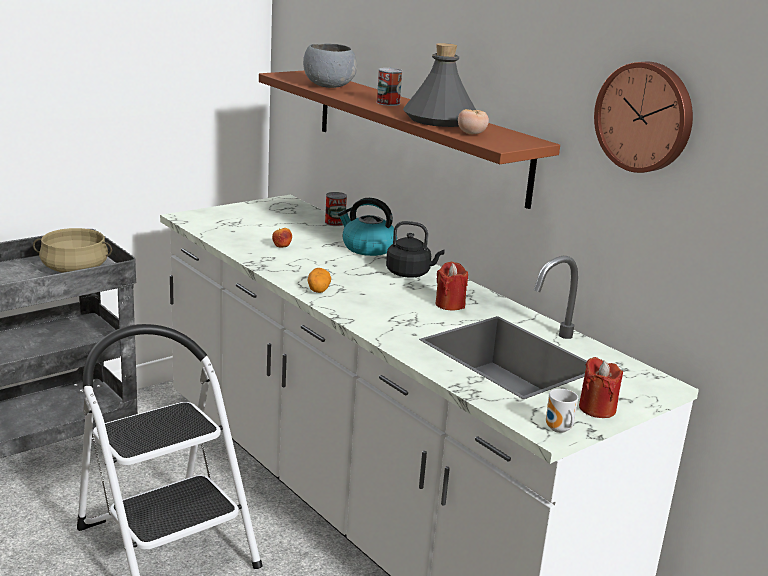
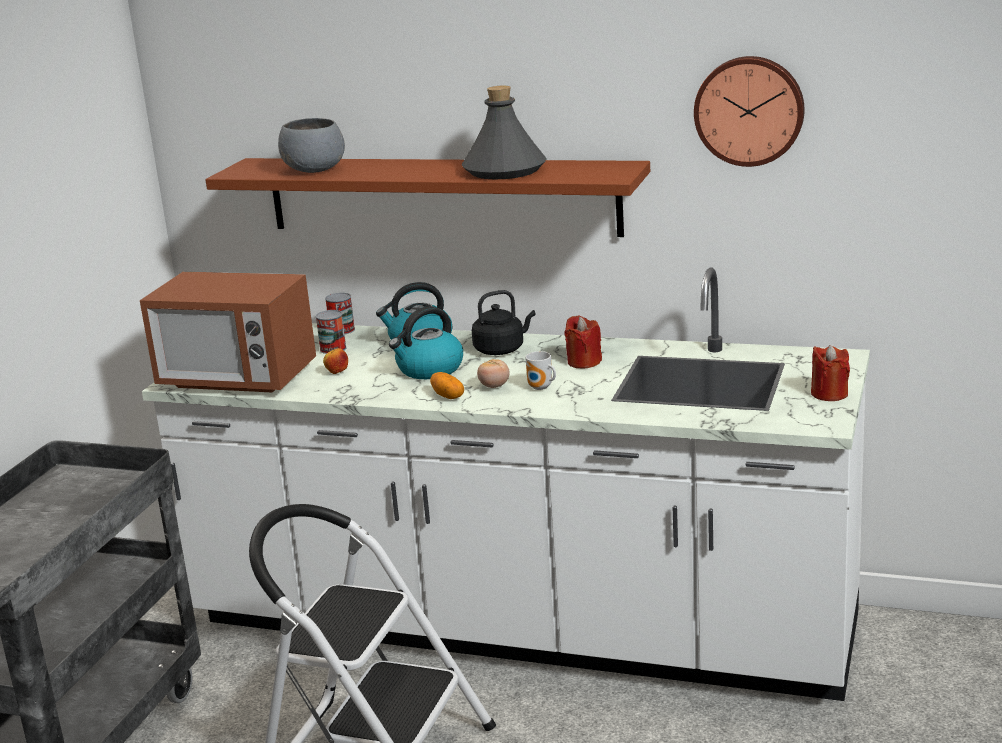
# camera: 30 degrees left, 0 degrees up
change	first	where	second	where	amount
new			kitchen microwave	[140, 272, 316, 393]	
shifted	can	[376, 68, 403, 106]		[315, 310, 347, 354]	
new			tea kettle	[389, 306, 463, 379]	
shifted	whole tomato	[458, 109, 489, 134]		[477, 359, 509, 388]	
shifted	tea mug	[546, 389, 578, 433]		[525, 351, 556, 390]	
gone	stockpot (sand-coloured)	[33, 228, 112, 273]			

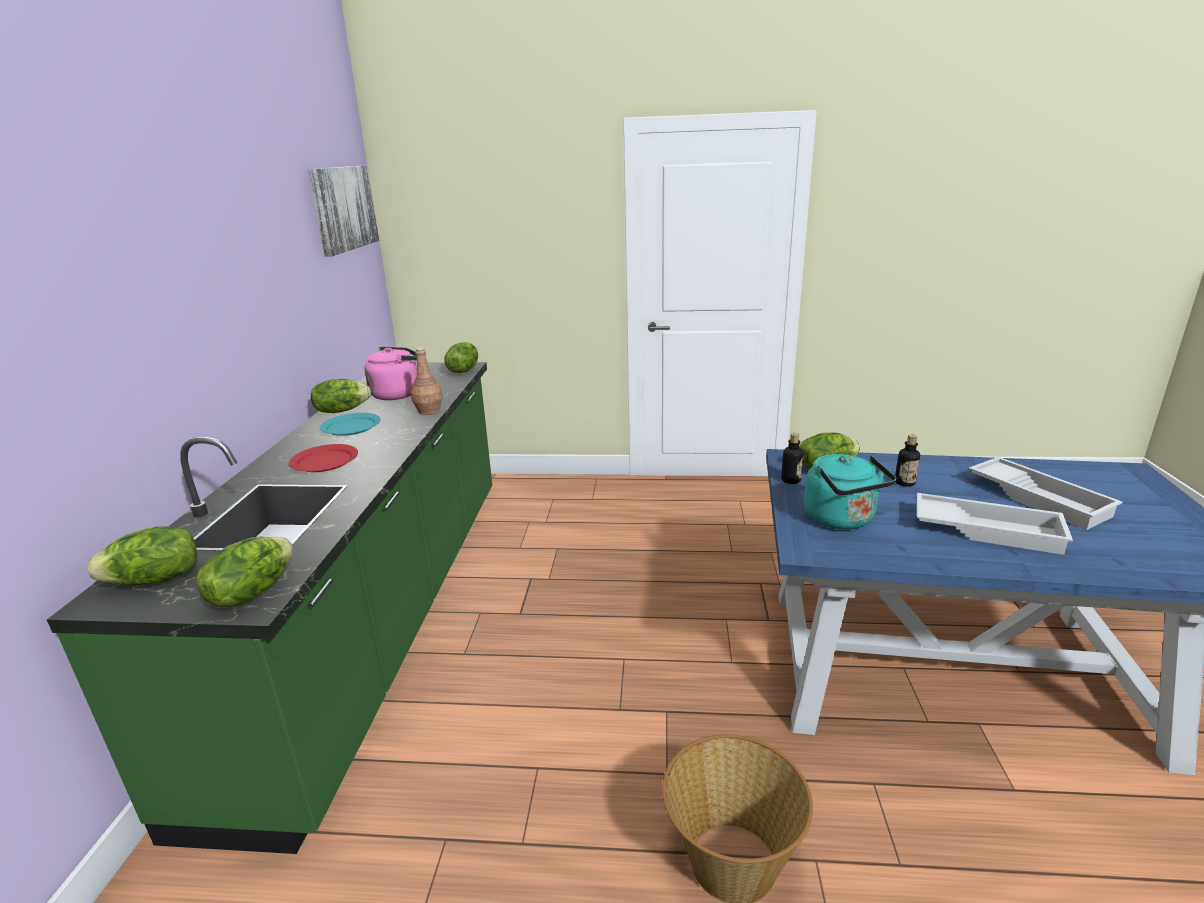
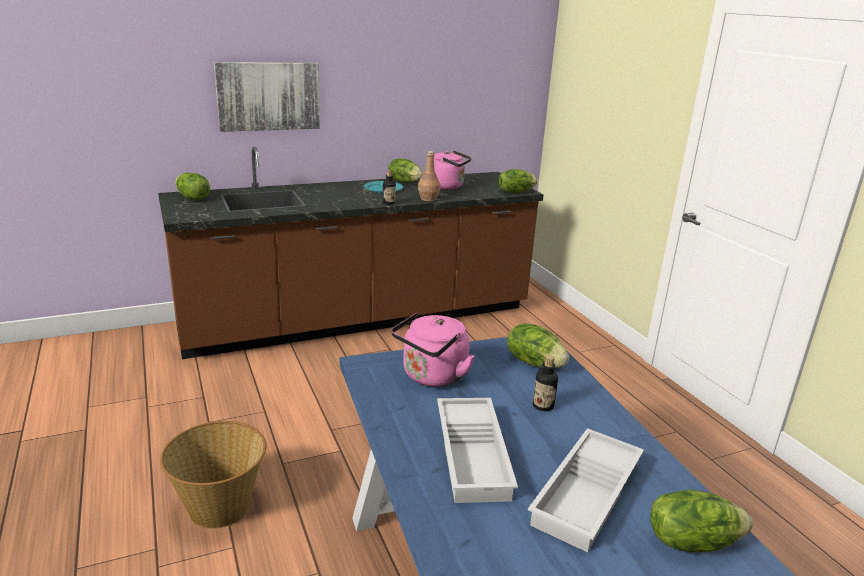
# camera: 60 degrees right, 0 degrees up
change	first	where	second	where	amount
repainted	counter (greenish)	[47, 362, 492, 854]	counter (brownish)	[158, 147, 544, 359]	
shifted	picture	[308, 165, 379, 257]		[214, 62, 320, 132]	
shifted	drink bottle	[781, 433, 804, 484]		[383, 170, 396, 205]	
repainted	tea kettle (turquoise-coloured)	[804, 454, 896, 529]	tea kettle (pink)	[391, 312, 475, 387]	
shifted	lettuce head	[196, 536, 293, 607]		[650, 490, 753, 552]	
gone	dinner plate (red-coloured)	[289, 444, 358, 472]			

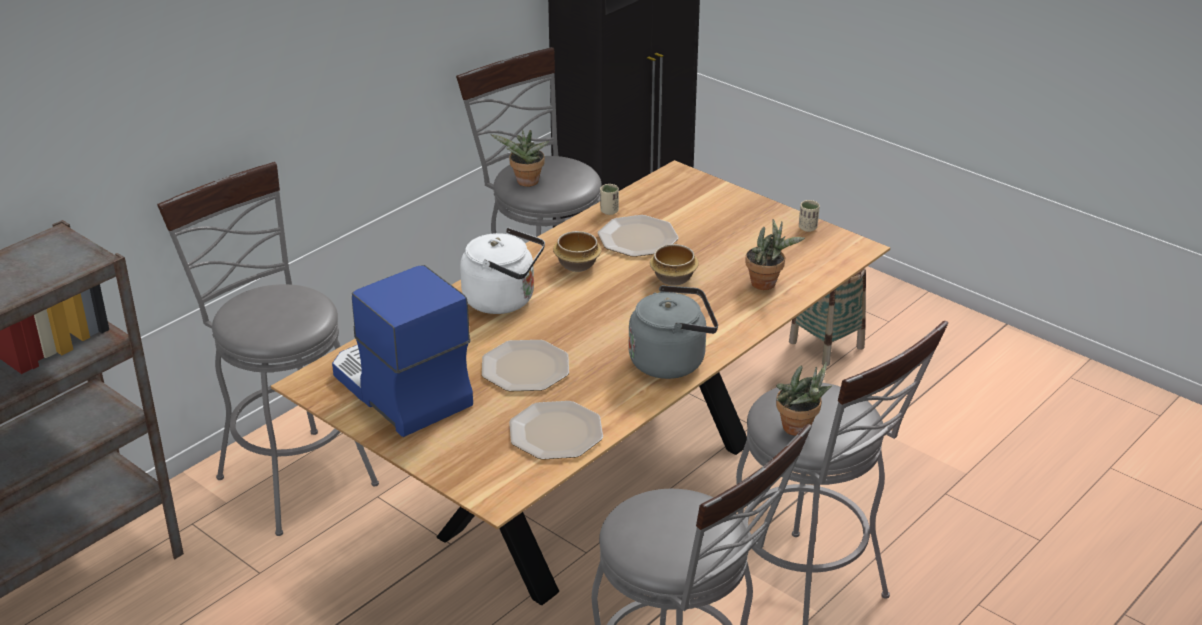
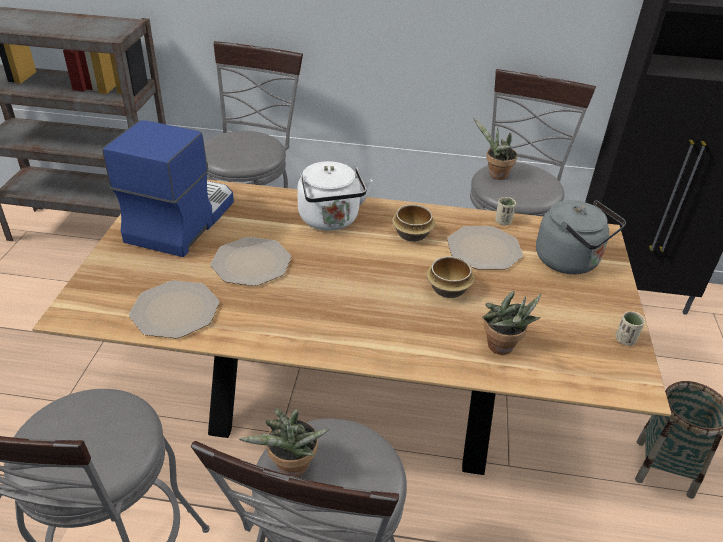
# camera: 55 degrees right, 5 degrees up
change	first	where	second	where	amount
shifted	tea kettle (gray)	[629, 285, 718, 379]		[536, 200, 626, 274]	

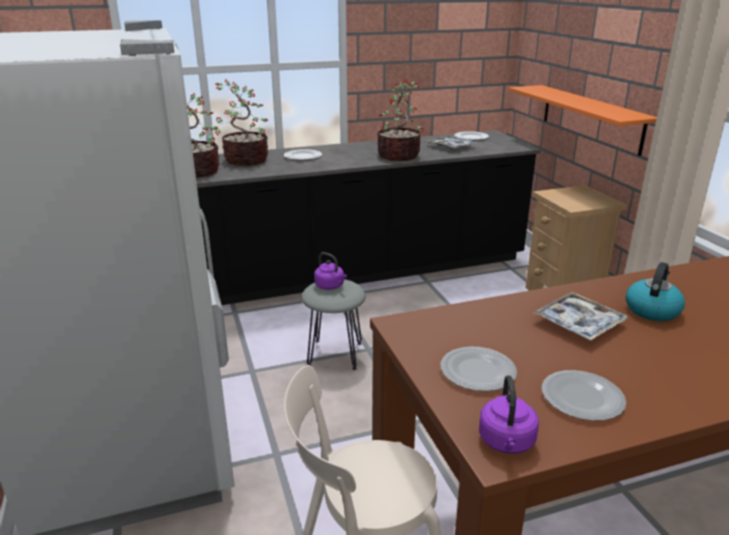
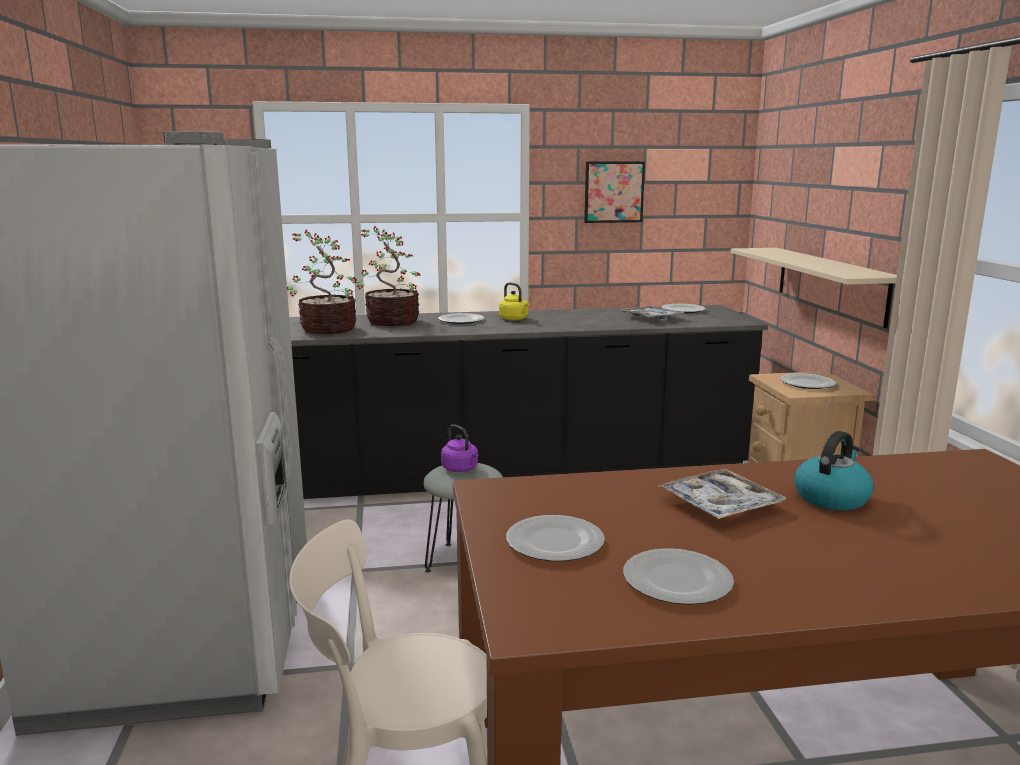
# camera: 10 degrees right, 10 degrees down
change	first	where	second	where	amount
new			tea kettle (yellow)	[499, 282, 530, 321]	
new			picture	[584, 161, 645, 223]	
repainted	wall shelf (orange-coloured)	[508, 85, 657, 156]	wall shelf (sand-coloured)	[731, 248, 897, 328]	
new			dinner plate	[780, 373, 836, 389]	
gone	houseplant	[377, 79, 424, 161]			
gone	tea kettle (purple)	[479, 375, 539, 454]			

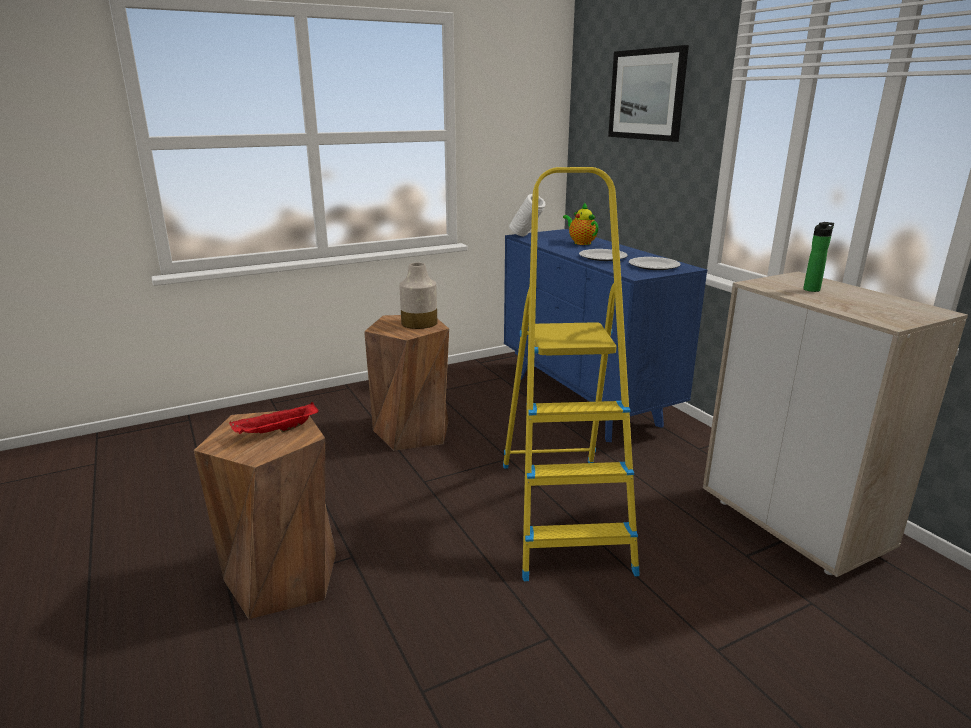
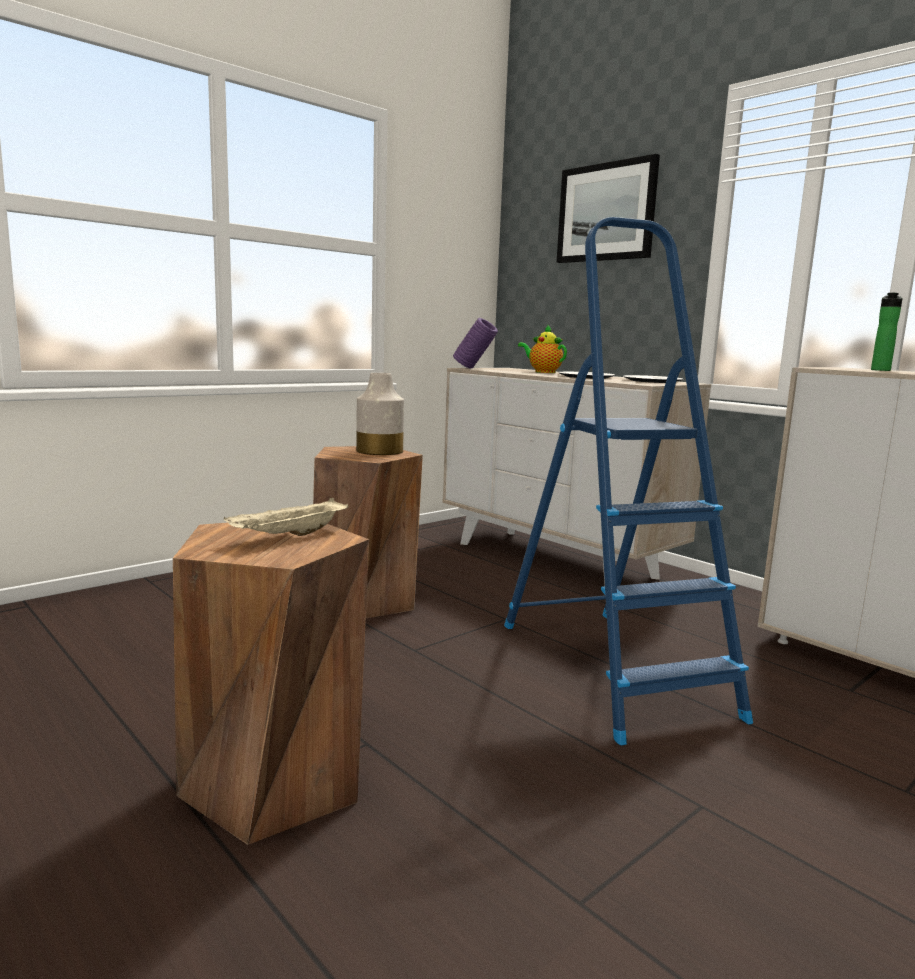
# camera: 15 degrees left, 10 degrees down
change	first	where	second	where	amount
repainted	serving tray (red-coloured)	[229, 402, 319, 434]	serving tray (sand-coloured)	[224, 498, 348, 536]	
repainted	drawer chest (blue-coloured)	[504, 229, 707, 442]	drawer chest (white)	[443, 368, 711, 585]	
repainted	flower vase (white)	[509, 194, 545, 236]	flower vase (purple)	[453, 318, 498, 369]	
repainted	step ladder (yellow)	[503, 167, 640, 581]	step ladder (blue-coloured)	[504, 217, 753, 745]	

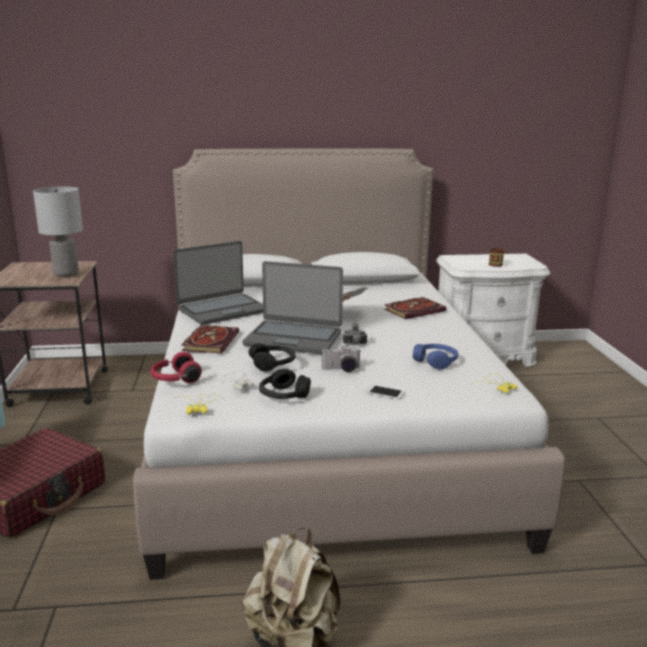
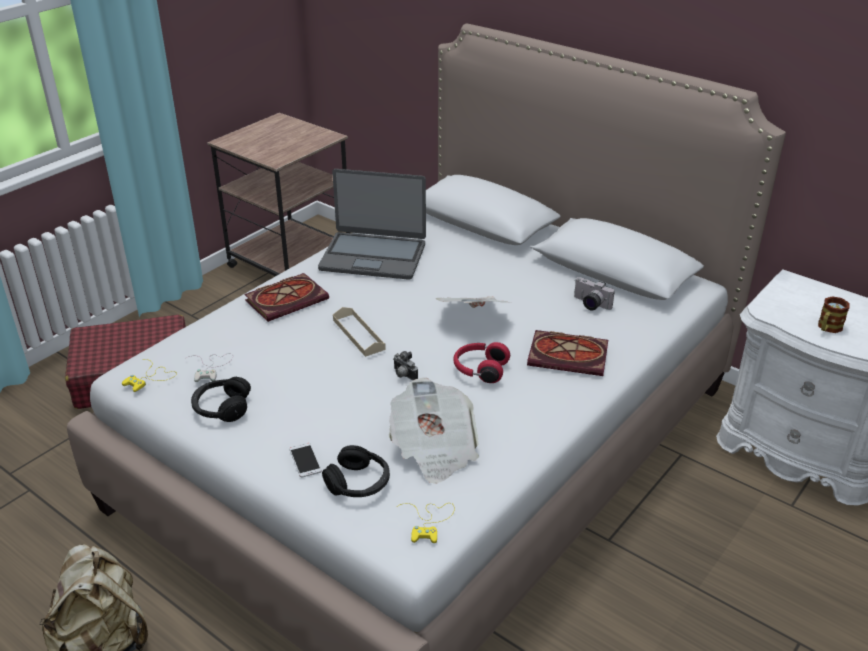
# camera: 45 degrees right, 15 degrees up
change	first	where	second	where	amount
shifted	headset (blackish)	[249, 343, 295, 372]		[322, 445, 390, 497]	
swapped	laptop	[243, 261, 343, 354]	serving tray (sand-coloured)	[333, 307, 386, 357]	
swapped	headset (blue-coloured)	[413, 344, 458, 370]	newspaper	[389, 378, 479, 484]	
shifted	headset (red-coloured)	[150, 352, 202, 383]		[453, 342, 510, 383]	
shifted	still camera	[321, 346, 360, 372]		[574, 277, 615, 310]	
gone	tabletop lamp (gray)	[33, 187, 83, 277]			

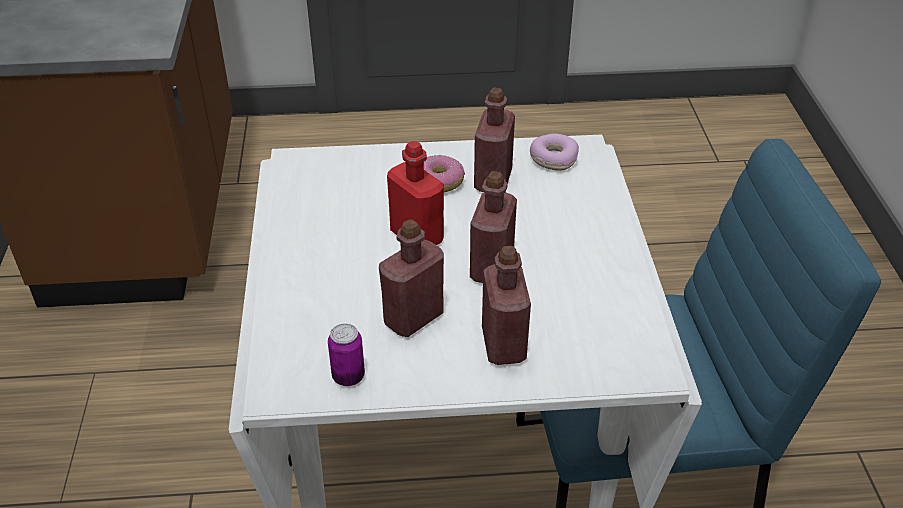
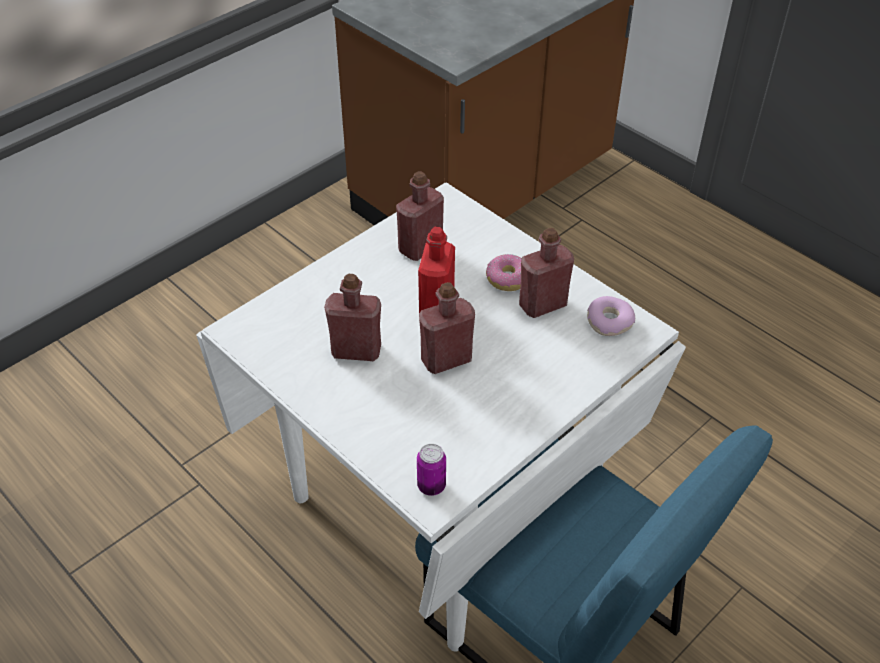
# camera: 50 degrees right, 5 degrees up
change	first	where	second	where	amount
shifted	drink bottle (red-coloured)	[482, 246, 531, 365]		[396, 171, 444, 261]	
shifted	can	[328, 323, 365, 386]		[417, 444, 446, 496]	

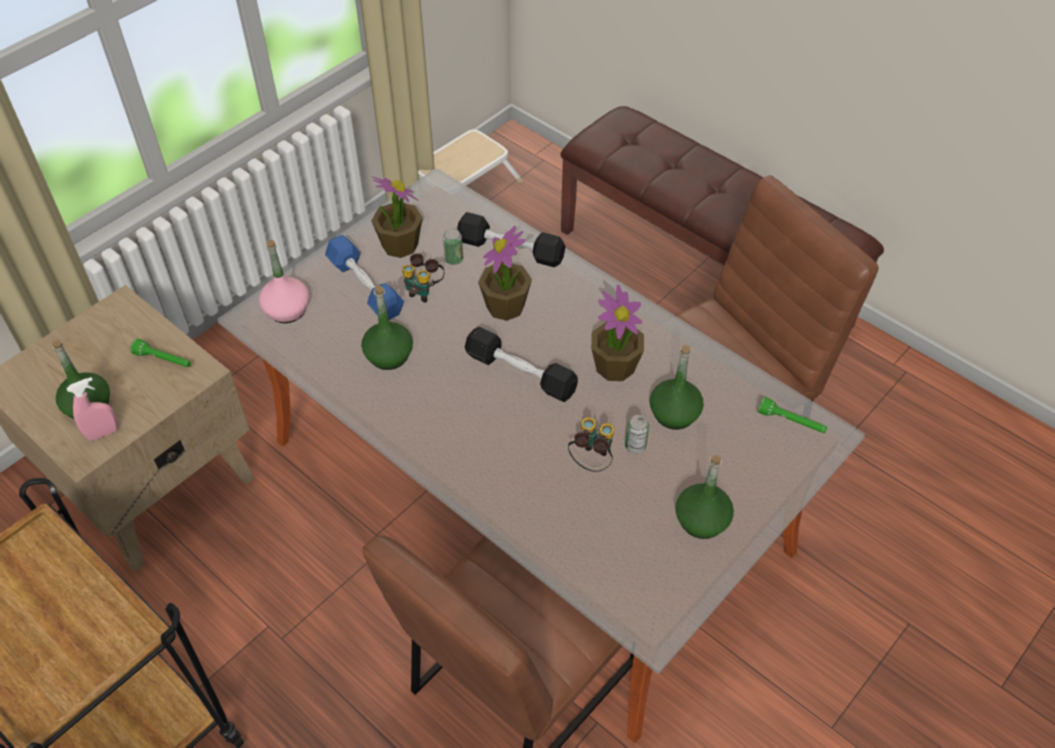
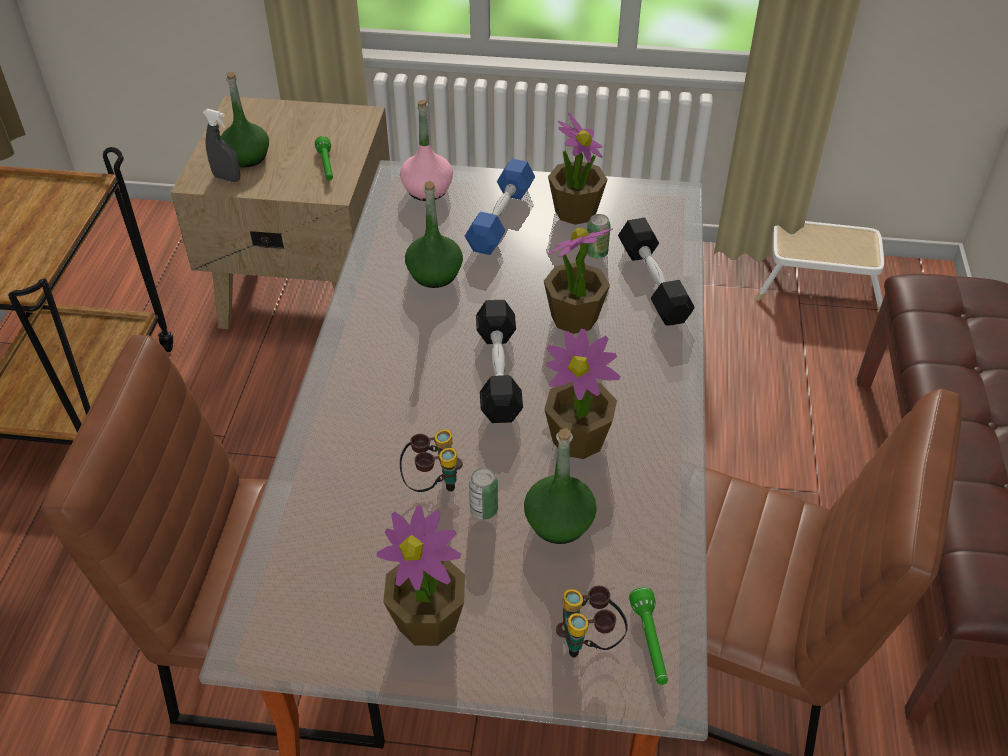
# camera: 55 degrees right, 5 degrees down
change	first	where	second	where	amount
repainted	sprayer (pink)	[66, 377, 118, 441]	sprayer (gray)	[203, 109, 240, 182]	
swapped	drink bottle (greenish)	[675, 455, 734, 539]	houseplant	[377, 506, 465, 646]	
shifted	pair of binoculars	[402, 253, 444, 302]		[556, 586, 628, 657]	

